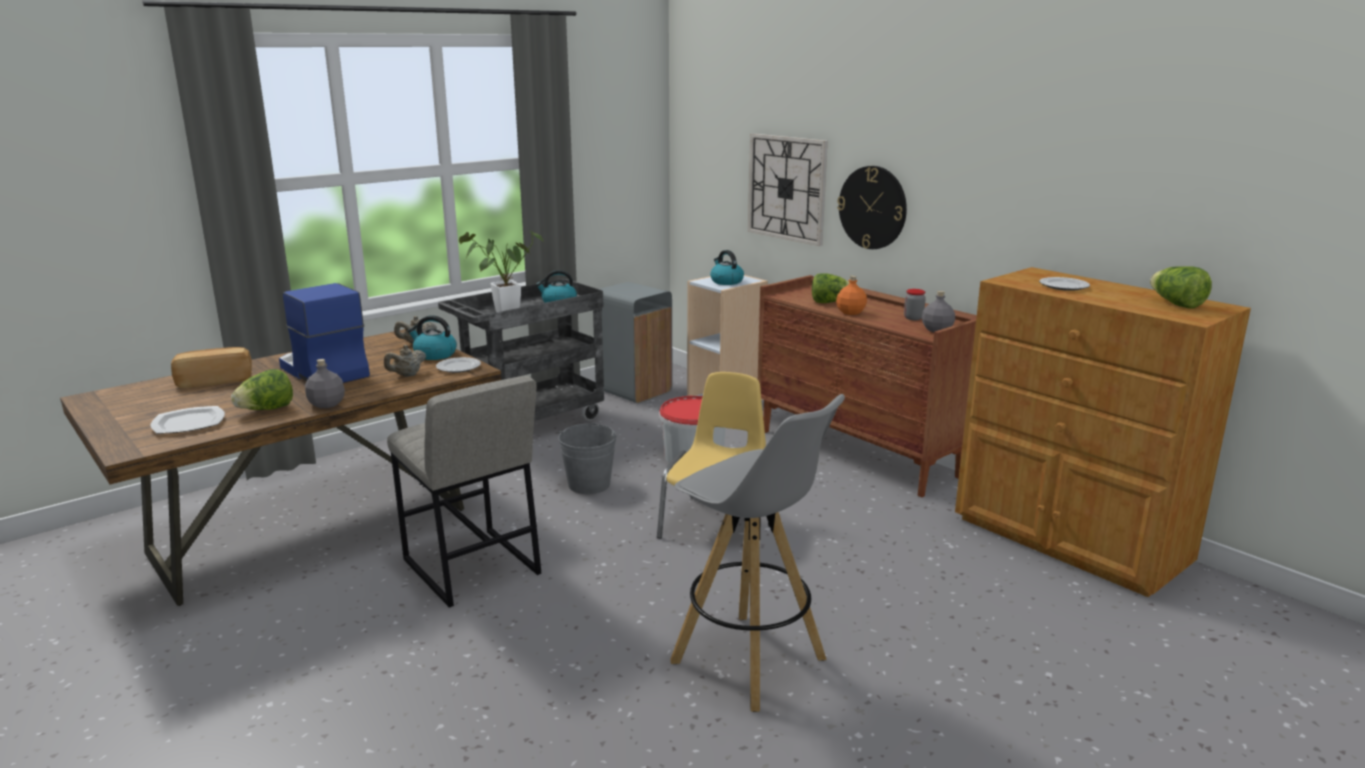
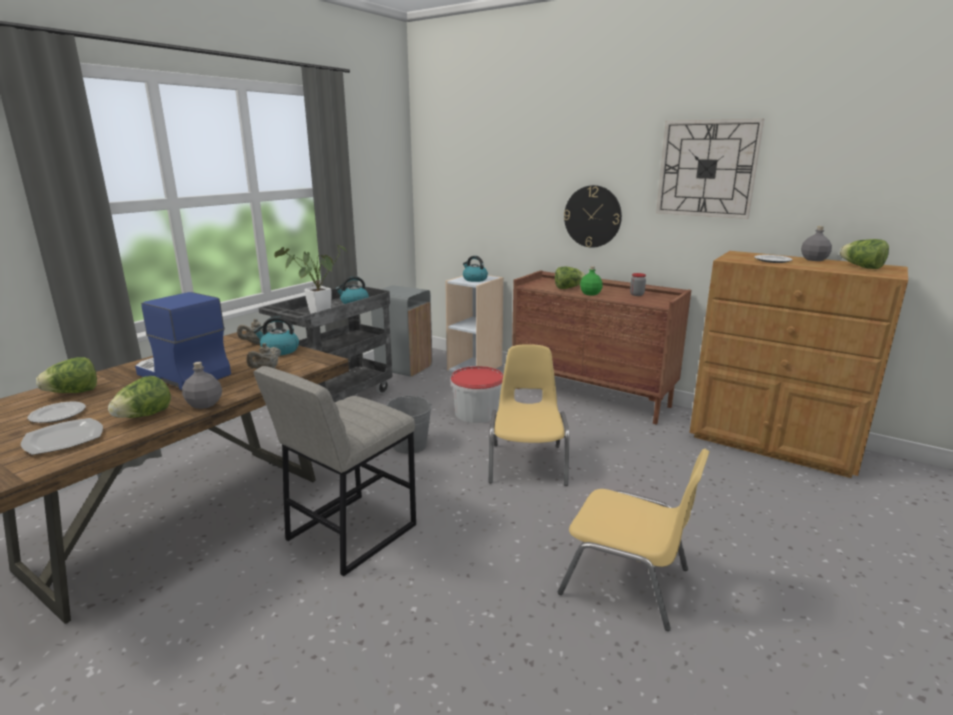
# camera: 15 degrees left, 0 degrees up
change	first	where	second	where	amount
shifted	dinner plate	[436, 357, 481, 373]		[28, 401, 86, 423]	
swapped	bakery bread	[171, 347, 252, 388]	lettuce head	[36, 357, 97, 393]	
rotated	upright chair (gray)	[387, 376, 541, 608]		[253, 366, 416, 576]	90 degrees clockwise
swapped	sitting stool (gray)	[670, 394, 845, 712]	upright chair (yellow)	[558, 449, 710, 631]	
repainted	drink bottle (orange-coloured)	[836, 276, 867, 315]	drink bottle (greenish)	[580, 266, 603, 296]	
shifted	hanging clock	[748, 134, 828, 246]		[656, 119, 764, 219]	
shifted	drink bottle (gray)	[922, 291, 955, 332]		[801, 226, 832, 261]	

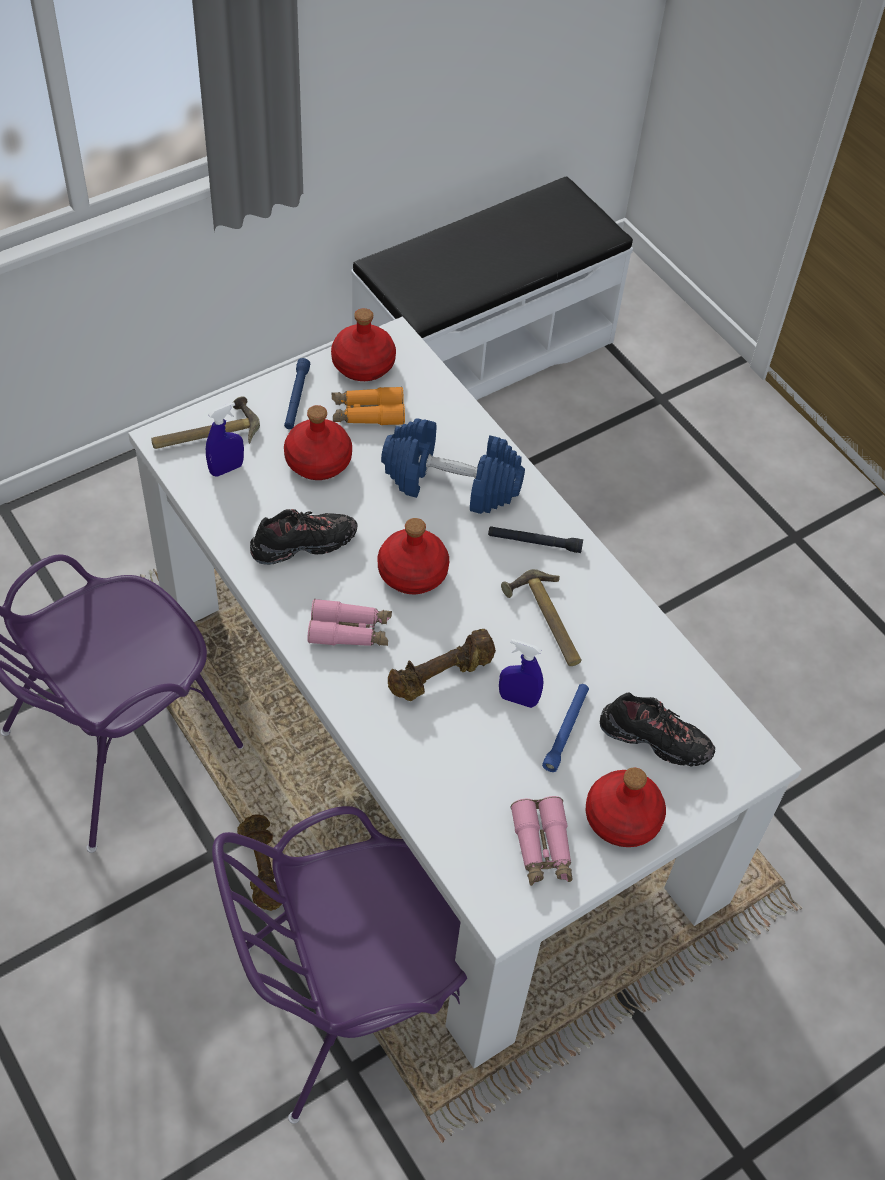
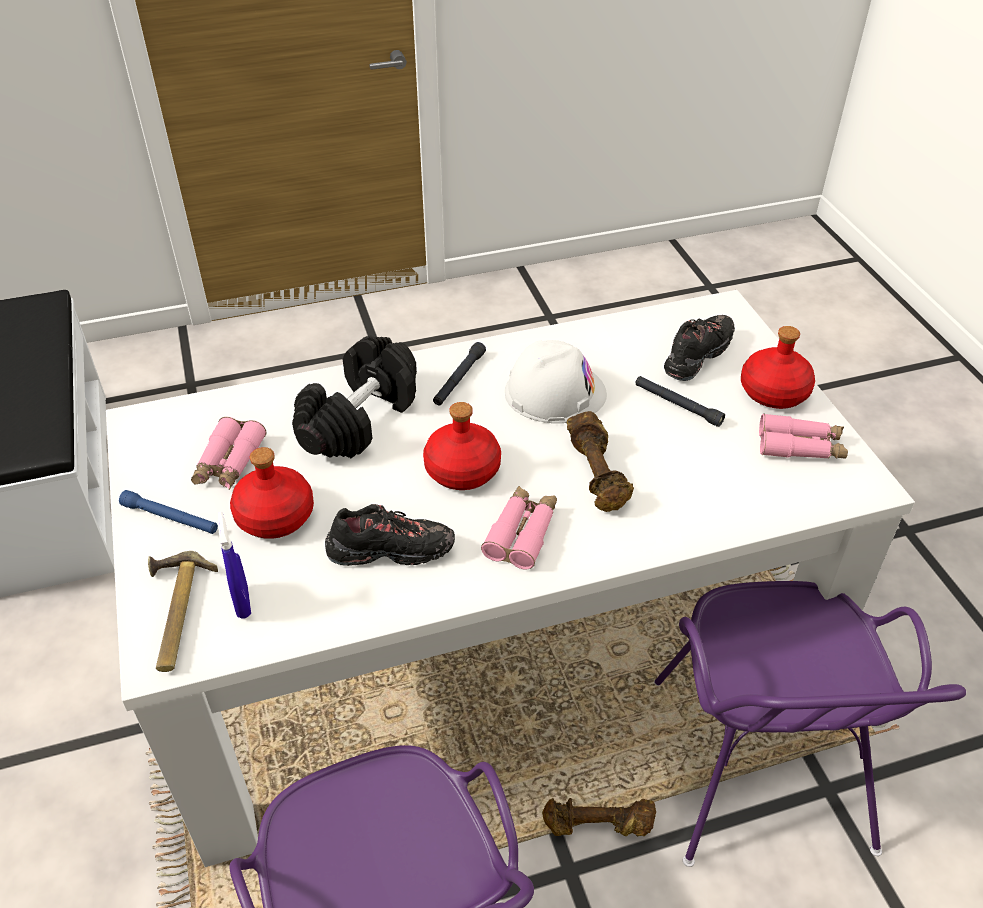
# camera: 70 degrees left, 10 degrees down
change	first	where	second	where	amount
repainted	pair of binoculars (orange-coloured)	[332, 387, 405, 425]	pair of binoculars (pink)	[191, 417, 267, 490]	
repainted	dumbbell (blue-coloured)	[381, 418, 525, 514]	dumbbell (blackish)	[292, 335, 417, 458]	
rotated	low shoe (blackish)	[250, 509, 358, 565]		[325, 504, 455, 566]	90 degrees clockwise
swapped	hand hammer	[501, 569, 582, 666]	safety helmet (white)	[505, 340, 607, 423]	
repainted	hand torch (blue-coloured)	[542, 684, 589, 772]	hand torch (blackish)	[635, 376, 725, 427]	
gone	drink bottle (red-coloured)	[331, 308, 396, 381]			
gone	sprayer (blue-coloured)	[499, 639, 544, 708]			

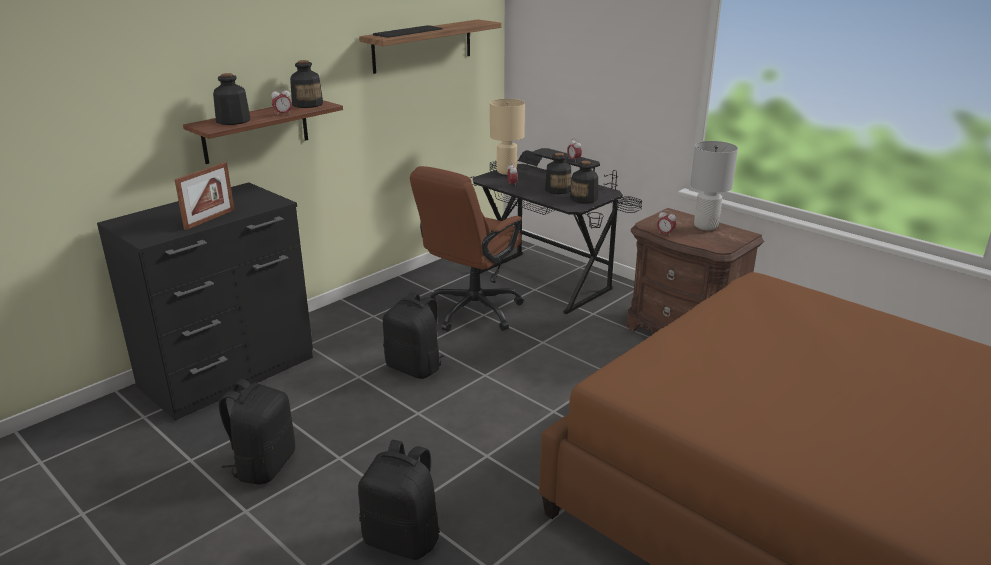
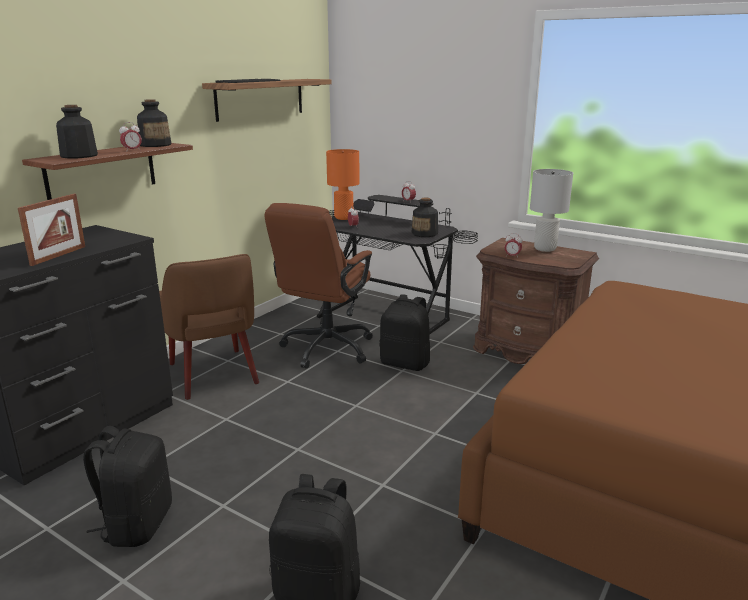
# camera: 10 degrees left, 5 degrees down
change	first	where	second	where	amount
new			lounge chair (brownish)	[159, 254, 259, 400]	
repainted	tabletop lamp (sand-coloured)	[490, 99, 525, 175]	tabletop lamp (orange-coloured)	[326, 149, 360, 220]	
shifted	knapsack (blackish)	[383, 292, 444, 379]		[379, 294, 430, 371]	
gone	drink bottle	[545, 153, 571, 194]			

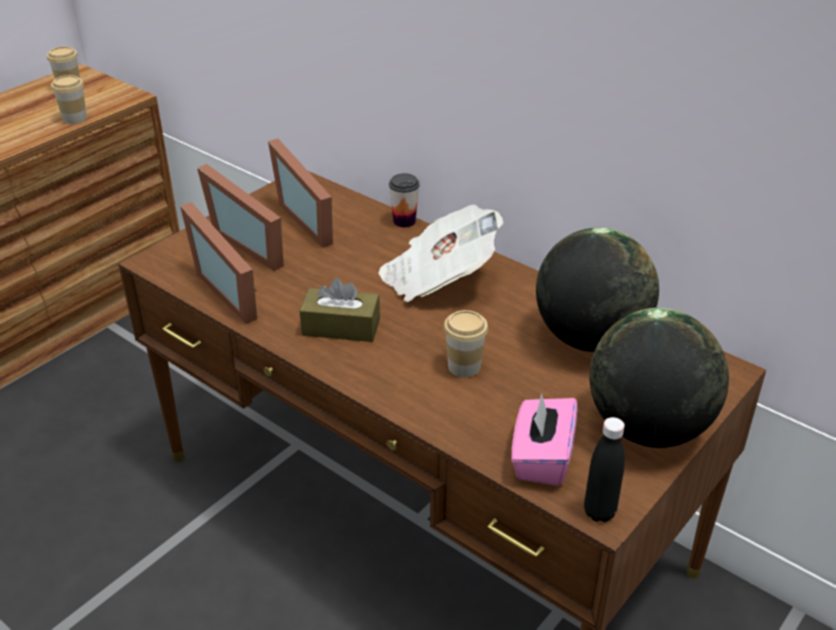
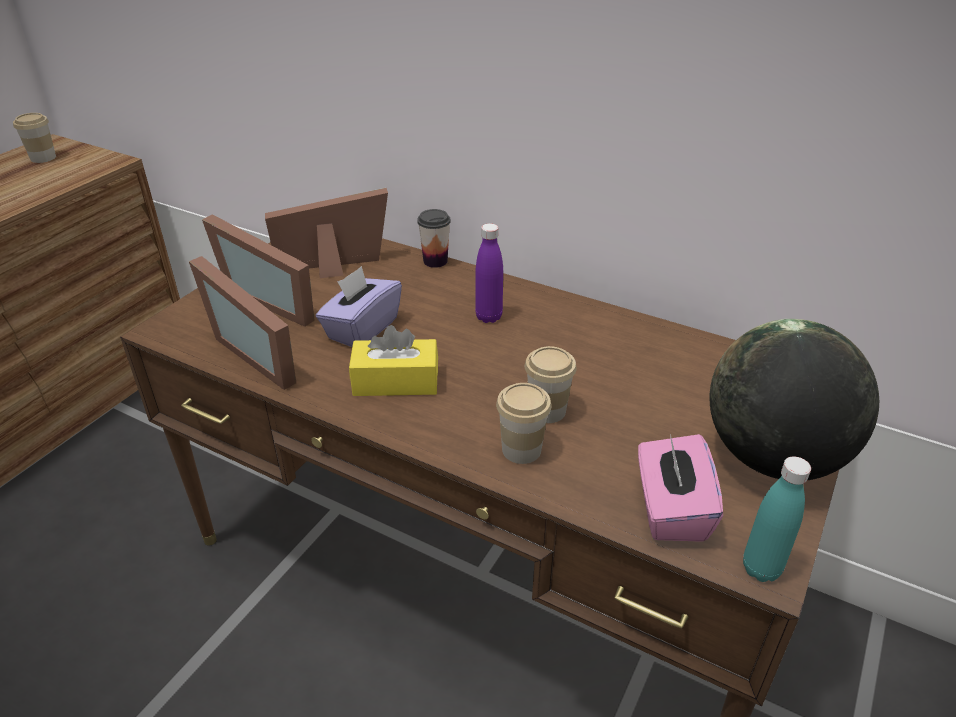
# camera: 10 degrees left, 0 degrees up
change	first	where	second	where	amount
rotated	standing frame	[268, 139, 333, 248]		[265, 188, 388, 278]	120 degrees clockwise
new			tissue box (purple)	[316, 266, 402, 347]	
repainted	tissue box (brownish)	[299, 278, 380, 342]	tissue box (yellow)	[349, 325, 438, 396]	
swapped	newspaper	[378, 204, 504, 302]	drink bottle (purple)	[475, 223, 503, 323]	
shifted	drinking cup	[51, 75, 87, 124]		[496, 383, 551, 464]	
repainted	drink bottle (blackish)	[584, 417, 625, 522]	drink bottle (turquoise-coloured)	[743, 457, 811, 582]	
gone	desk globe	[536, 227, 659, 352]			

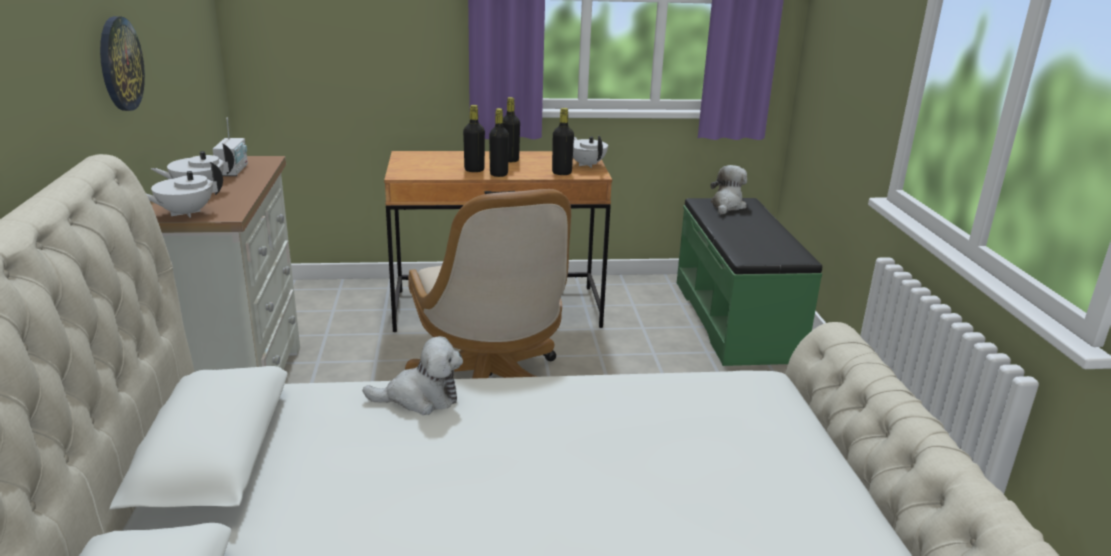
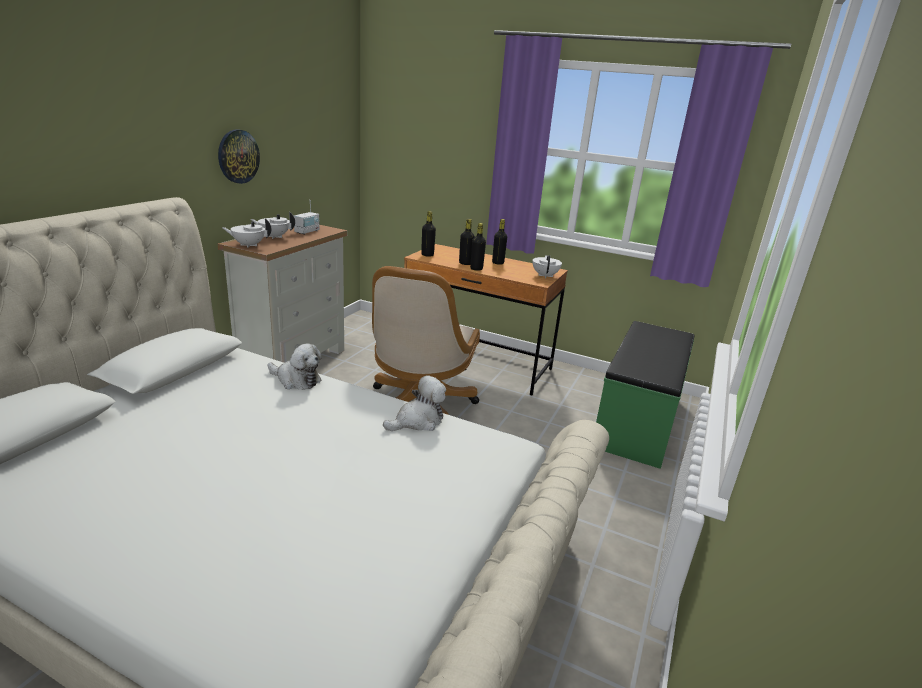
# camera: 30 degrees right, 0 degrees up
change	first	where	second	where	amount
shifted	soft toy	[711, 165, 747, 214]		[383, 375, 446, 431]	
shifted	drink bottle (blackish)	[552, 108, 574, 175]		[421, 211, 436, 257]	

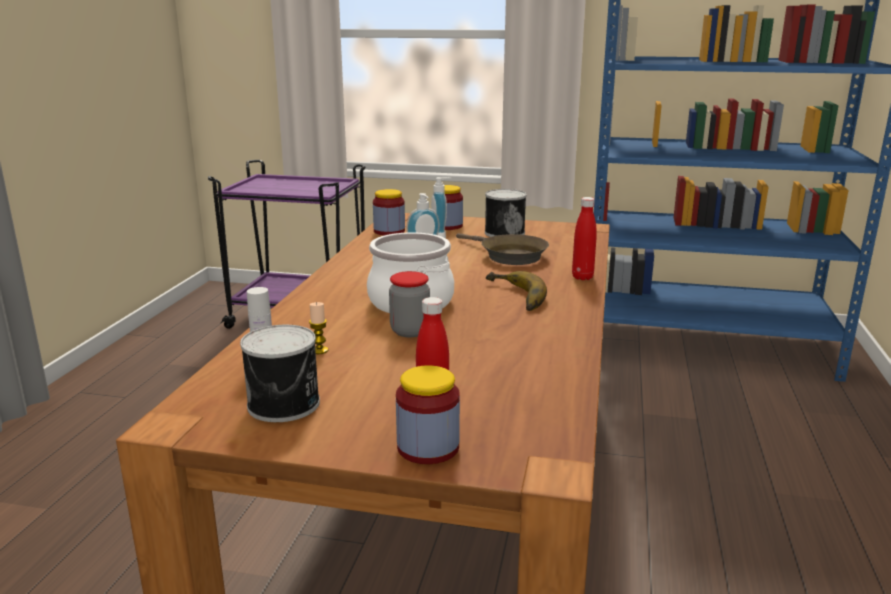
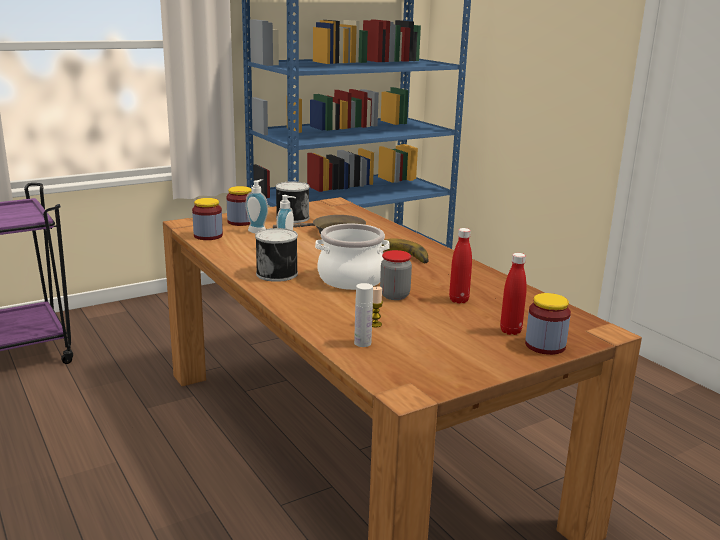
# camera: 45 degrees left, 0 degrees up
change	first	where	second	where	amount
shifted	can	[240, 325, 320, 422]		[255, 228, 298, 282]	
shifted	drink bottle (red-coloured)	[572, 197, 597, 280]		[449, 228, 472, 304]	

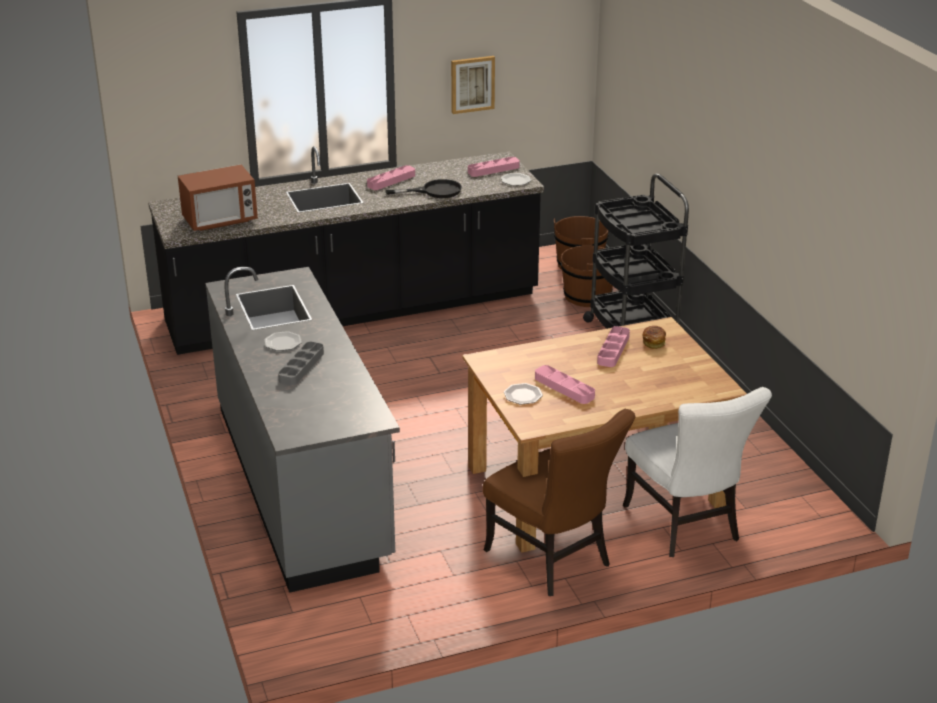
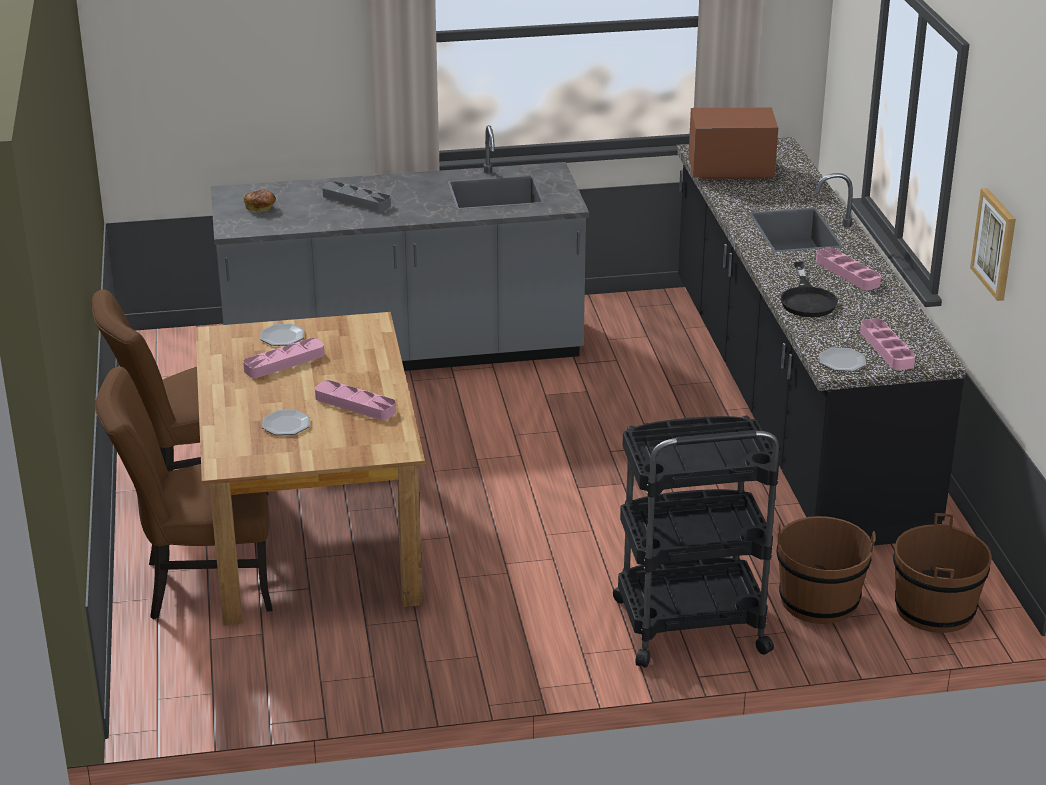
# camera: 100 degrees right, 0 degrees up
change	first	where	second	where	amount
repainted	upright chair (white)	[623, 387, 772, 557]	upright chair (brownish)	[95, 366, 273, 620]	
shifted	bakery bread	[642, 326, 666, 349]		[243, 190, 276, 212]	
shifted	dinner plate	[264, 331, 302, 351]		[262, 410, 310, 435]	
rotated	kitchen microwave	[178, 164, 258, 231]		[689, 108, 778, 179]	105 degrees clockwise

